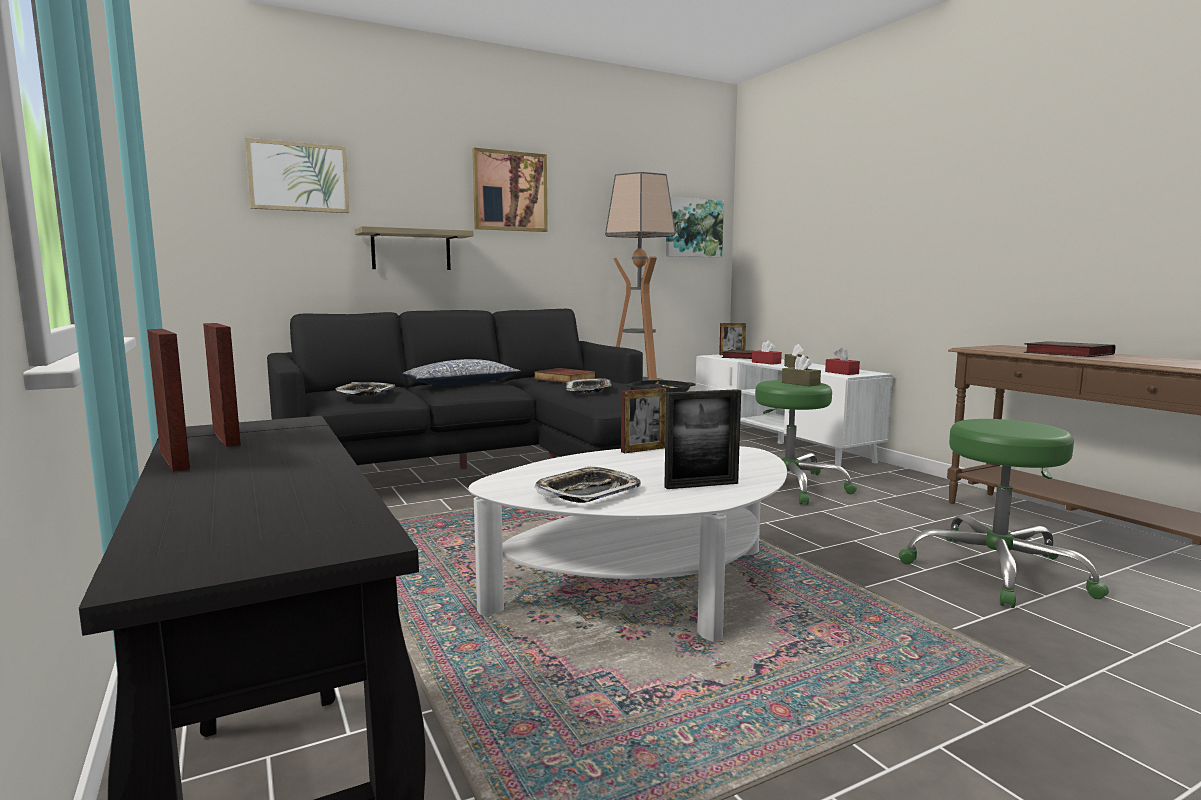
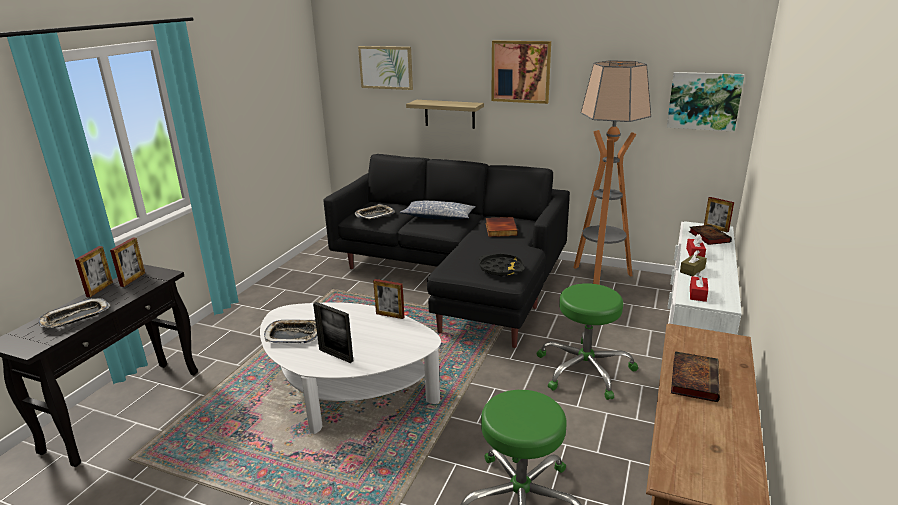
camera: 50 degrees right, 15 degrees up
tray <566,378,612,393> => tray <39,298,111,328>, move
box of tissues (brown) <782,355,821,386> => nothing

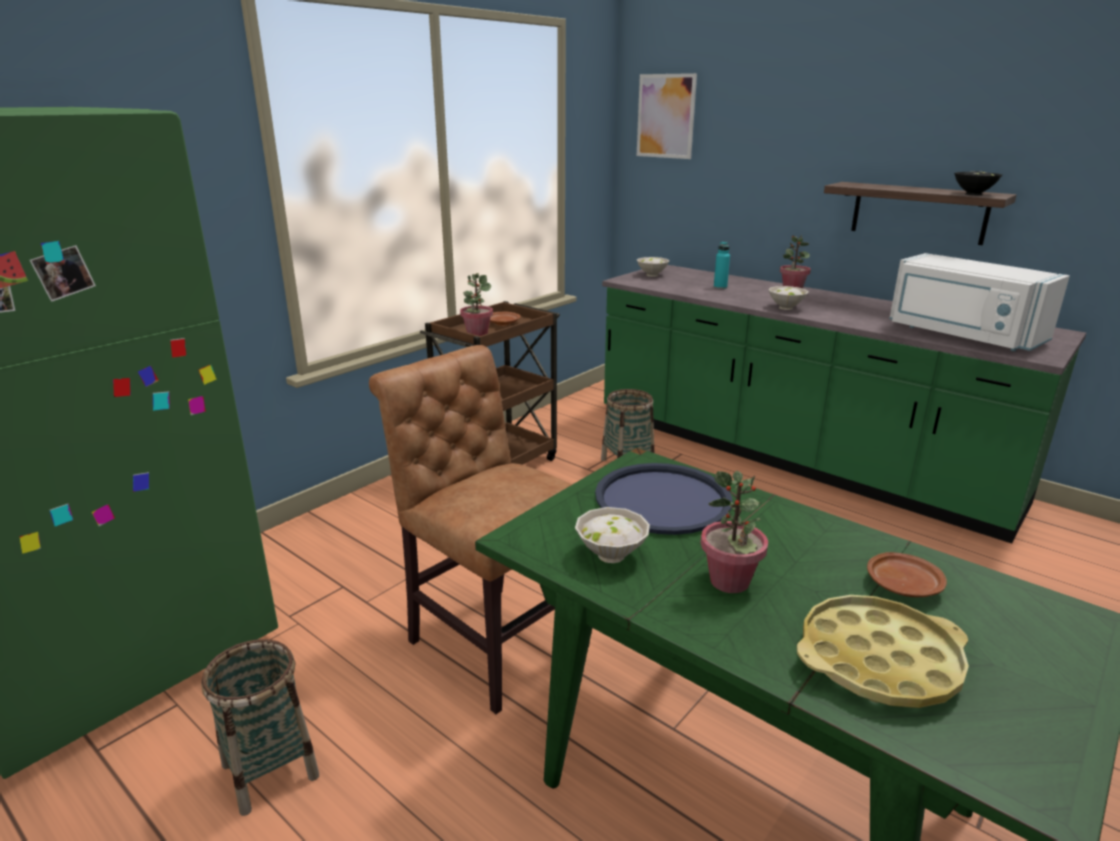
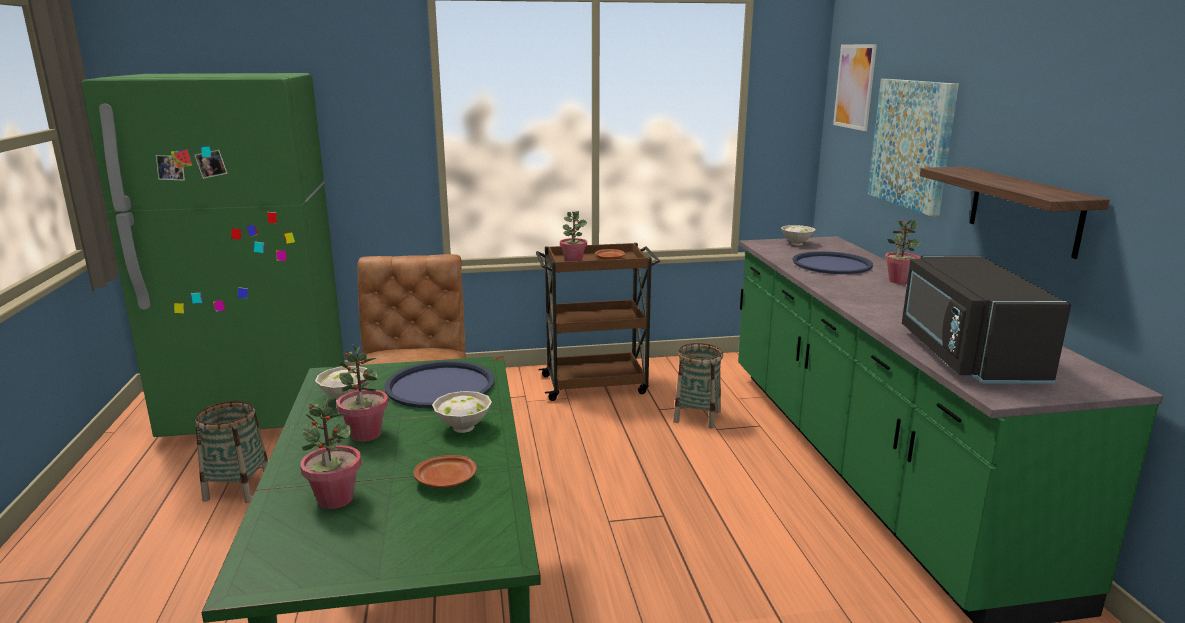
camera: 40 degrees right, 5 degrees down
tray (yellowish) <797,595,969,708> => houseplant <300,394,361,509>
serving bowl (whitish) <768,286,808,310> => serving bowl (whitish) <432,391,492,433>, move
beverage bottle (blue-green) <714,242,730,289> => tray (blue-coloured) <792,251,873,274>
nothing => wall picture <868,79,959,217>
microwave oven (whitish) <889,253,1070,351> => microwave oven (black-coloured) <902,256,1071,383>
serving bowl (black-coloured) <954,171,1002,195> => nothing

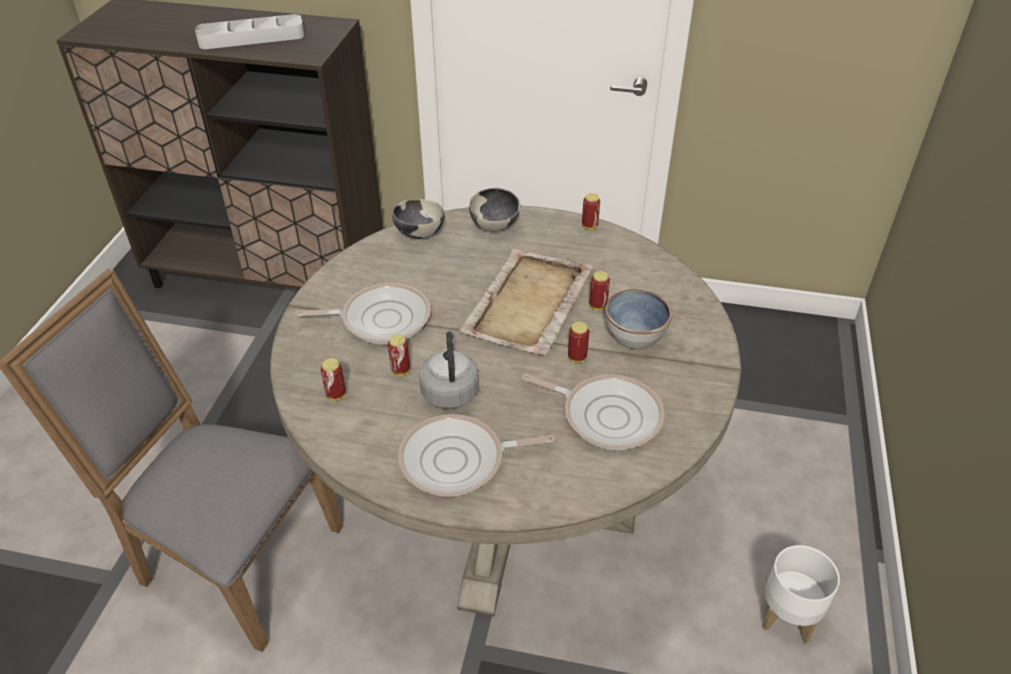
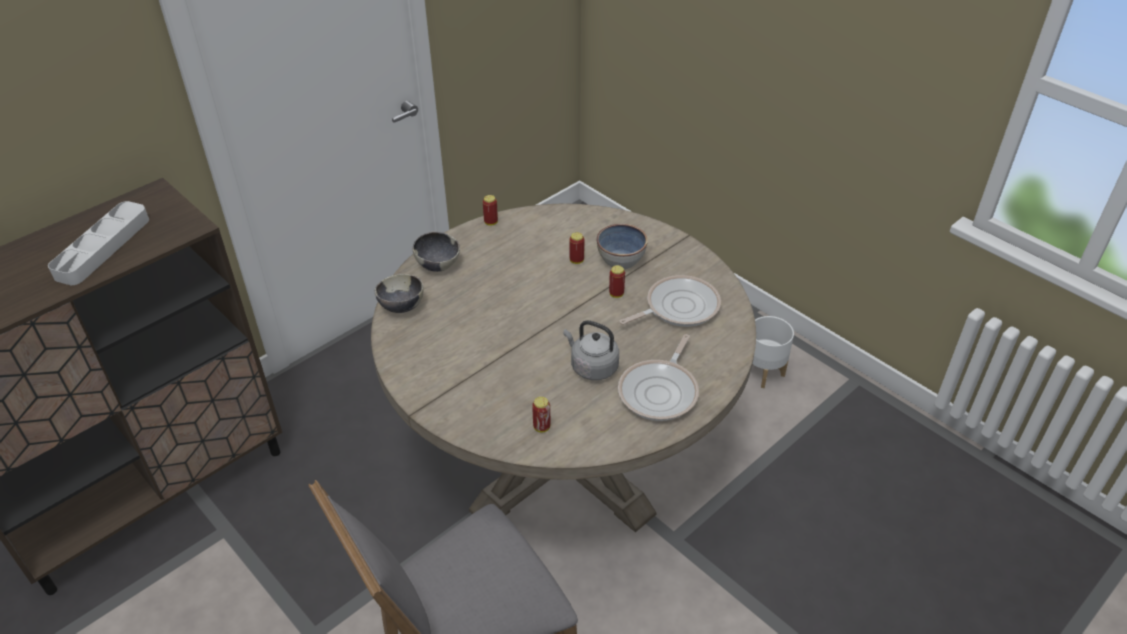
camera: 55 degrees left, 0 degrees up
skillet <295,283,431,344> => nothing
can <388,334,410,376> => nothing
tray (beige) <459,249,593,355> => nothing

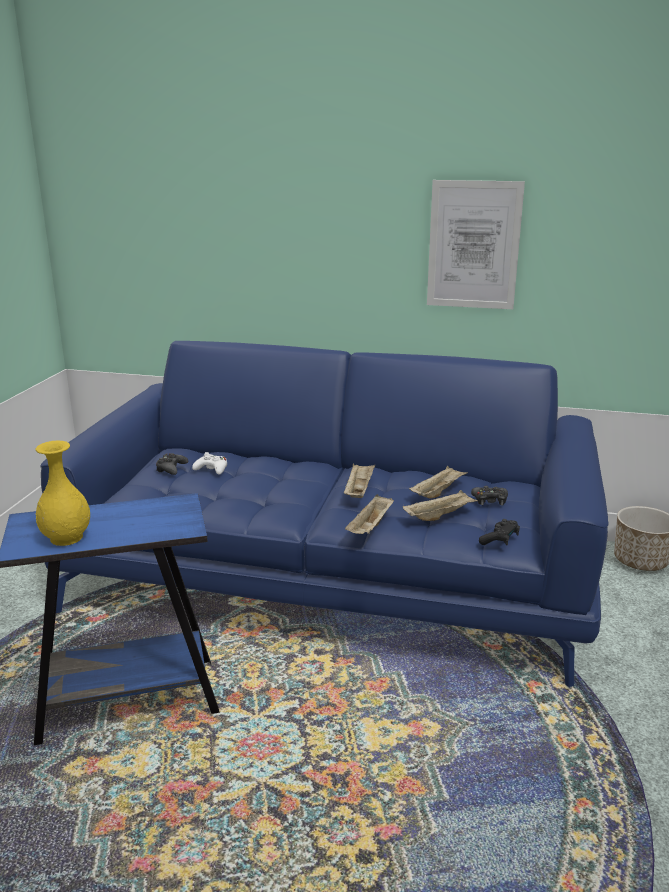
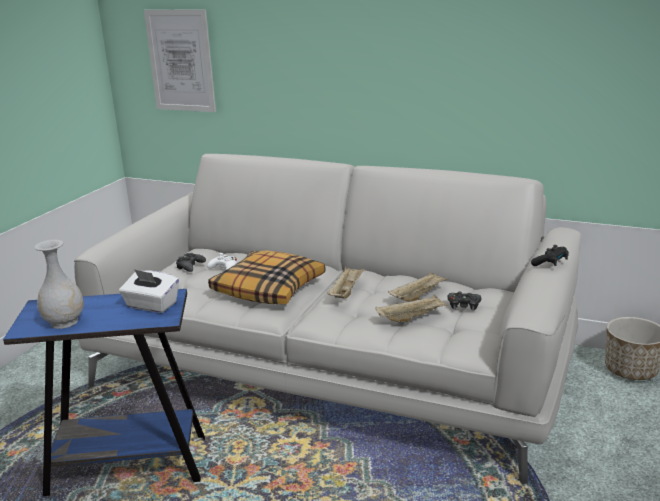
camera: 10 degrees right, 0 degrees up
vase (yellowish) <36,441,90,546> => vase (whitish) <34,240,84,329>
settee (blue-coloured) <41,341,608,687> => settee (whitish) <74,154,581,484>
nothing => box of tissues (whitish) <119,269,179,313>
wall picture <427,180,525,309> => wall picture <144,9,216,112>, move
nothing => throw pillow <208,251,326,304>
game controller (black-coloured) <479,519,520,545> => game controller (black-coloured) <531,245,569,266>, move
tray (beige) <345,494,394,534> => nothing

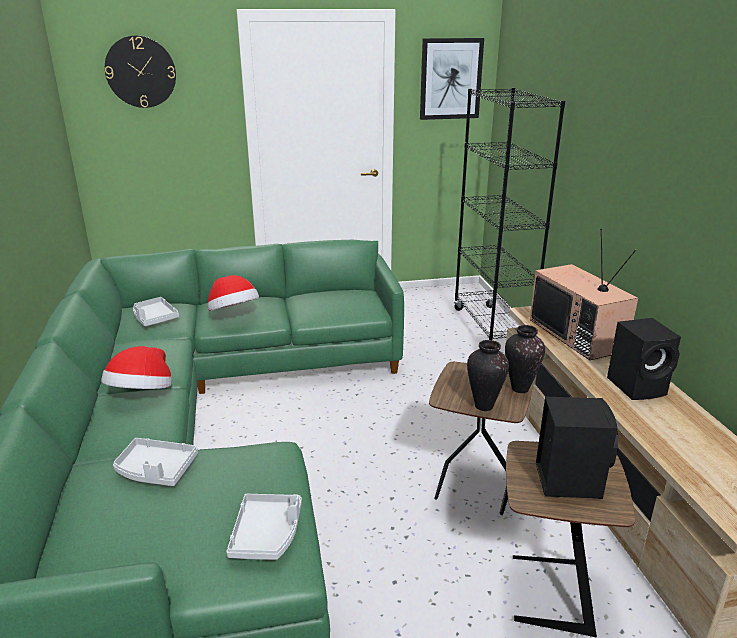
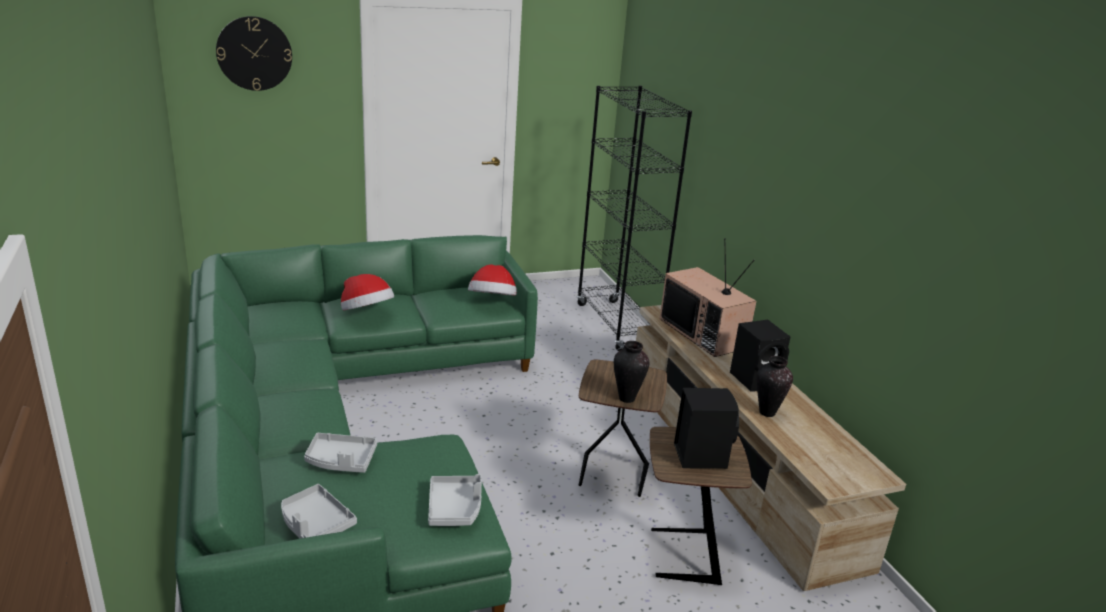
camera: 10 degrees left, 0 degrees up
tray (grey) <133,297,179,326> => tray (grey) <281,484,357,539>, move
clothing hat <101,346,172,389> => clothing hat <468,264,517,295>, move
vase <505,325,545,393> => vase <757,356,793,417>, move
wall picture <420,38,484,120> => nothing

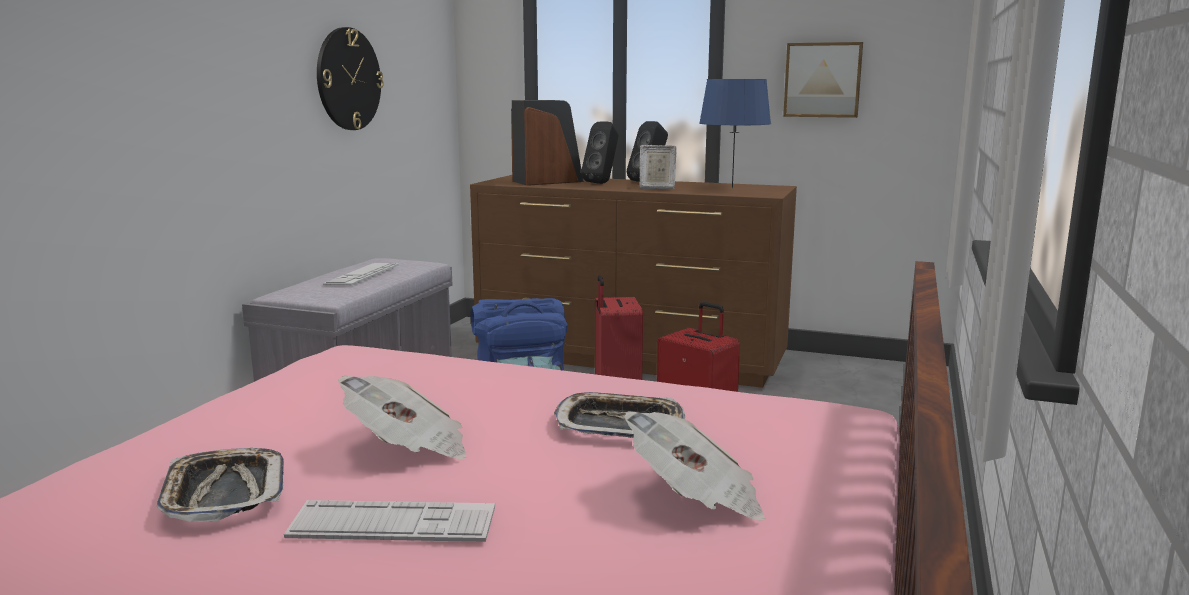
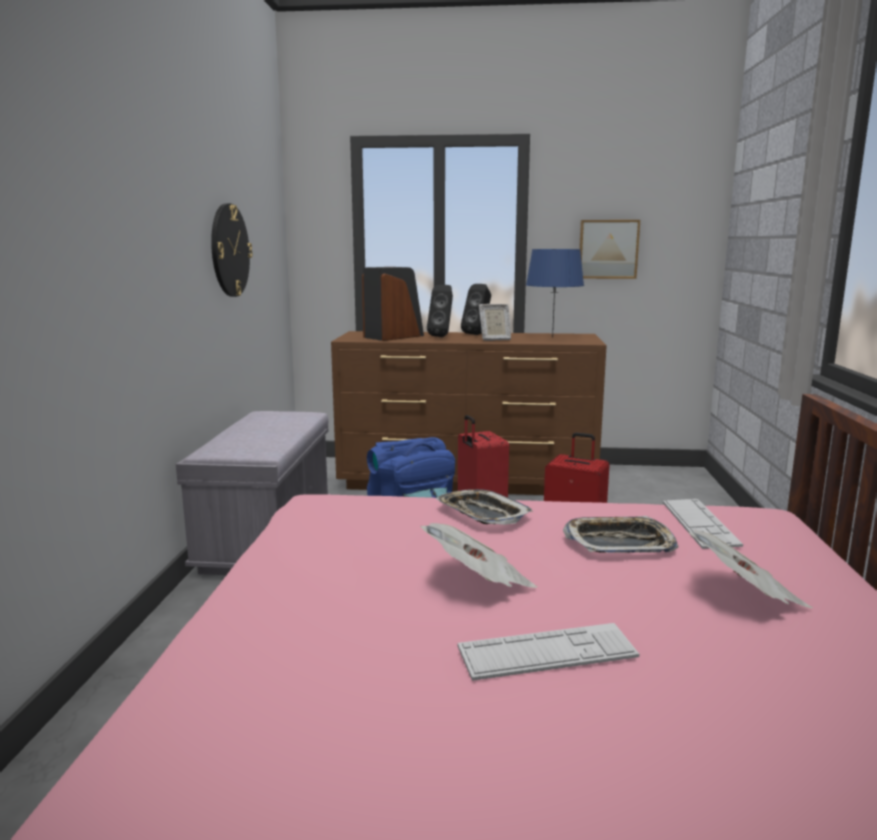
camera: 15 degrees left, 0 degrees up
tray <156,448,284,522> => tray <436,489,533,525>, move
keyboard <323,263,399,286> => keyboard <663,499,743,549>, move

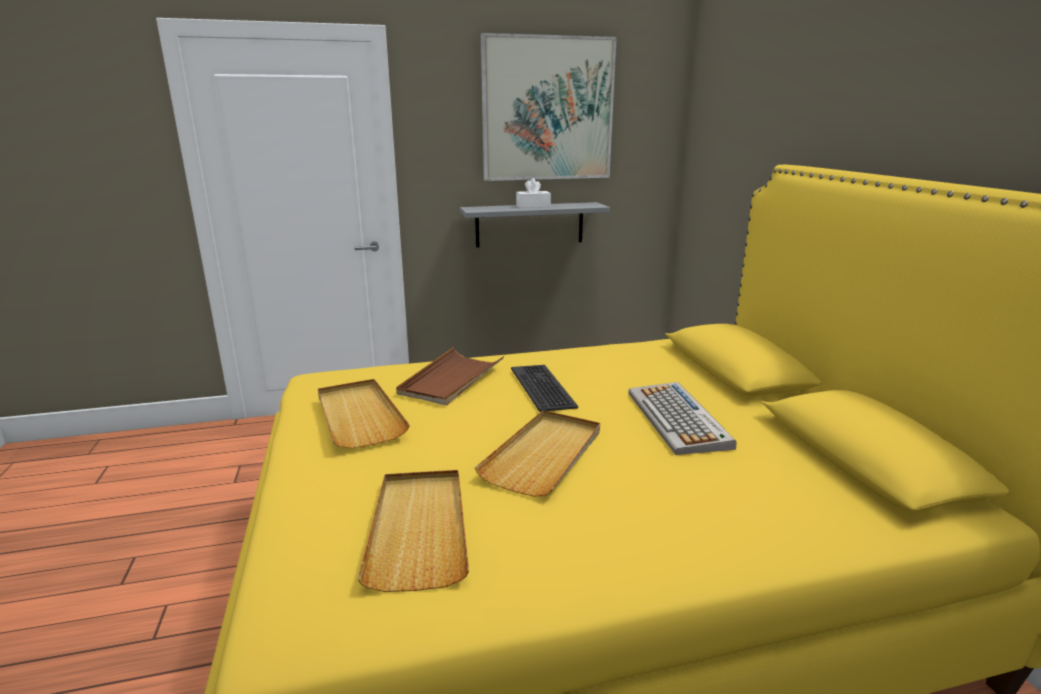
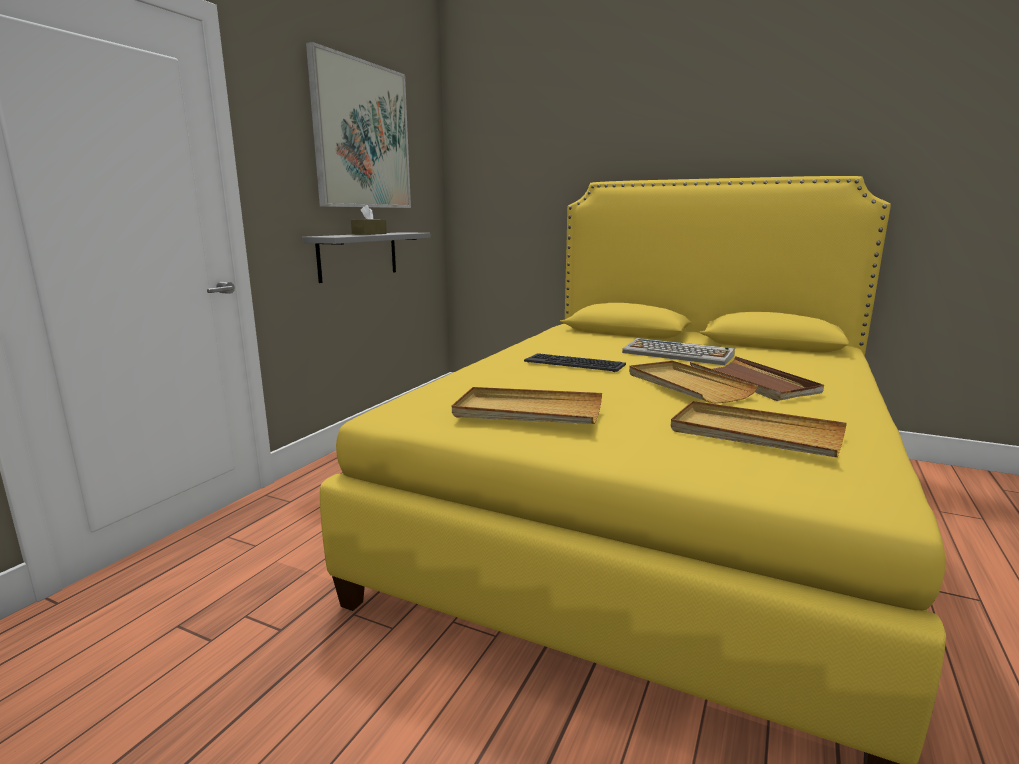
camera: 50 degrees left, 5 degrees down
box of tissues (whitish) <516,178,551,208> => box of tissues (brown) <351,205,387,235>
tray (brown) <396,347,504,406> => tray (brown) <690,356,824,401>, move

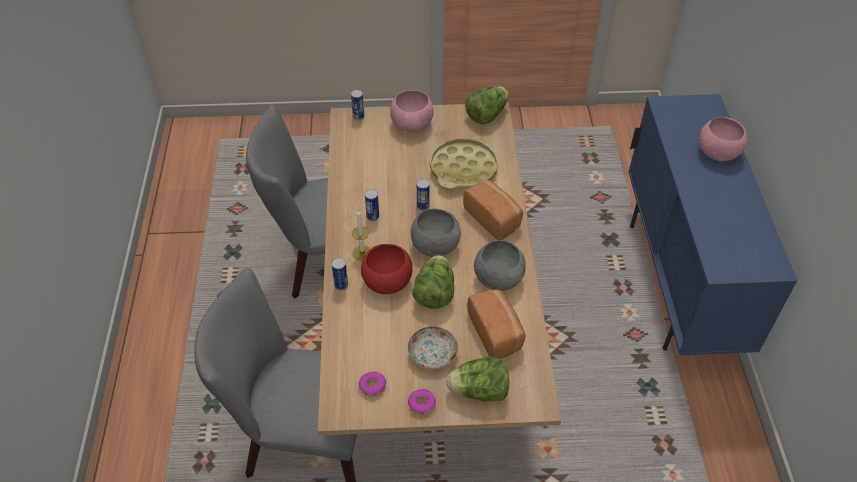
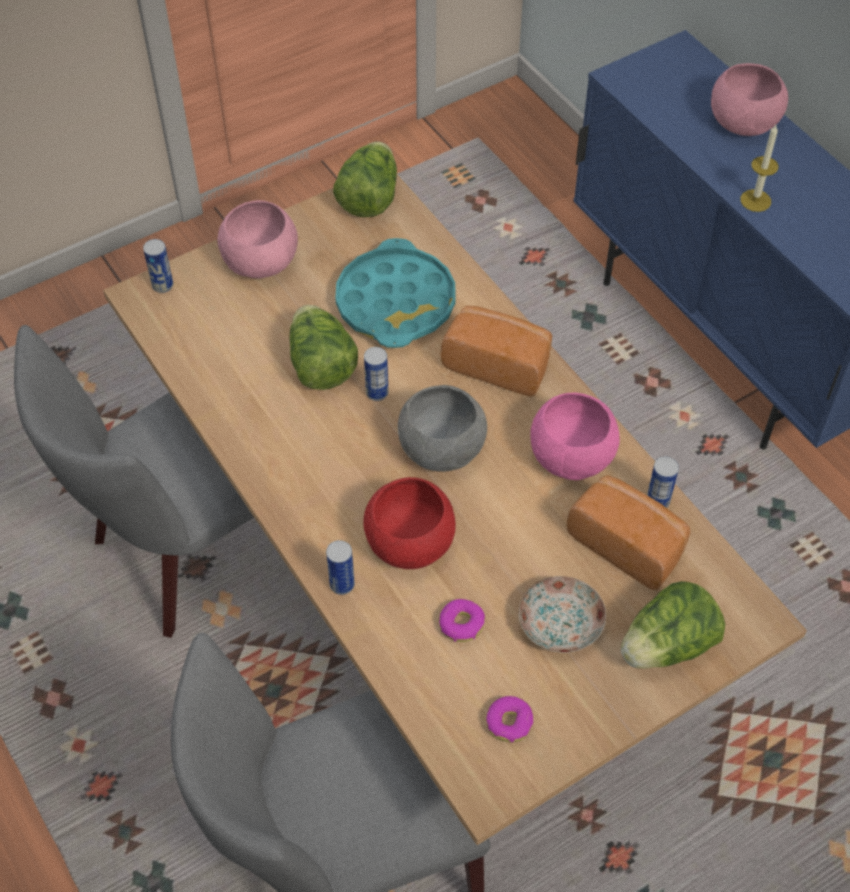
camera: 30 degrees left, 5 degrees up
head of lettuce <412,255,454,309> => head of lettuce <290,305,358,390>, move
tray (yellowish) <430,136,498,189> => tray (blue-green) <335,238,455,348>
ring doughnut <408,389,436,415> => ring doughnut <439,599,485,642>, move
serving bowl (grey) <474,240,526,291> => serving bowl (pink-coloured) <530,393,620,480>
can <365,189,379,221> => can <647,457,679,508>, move
candle <352,209,371,261> => candle <740,125,779,212>, move

